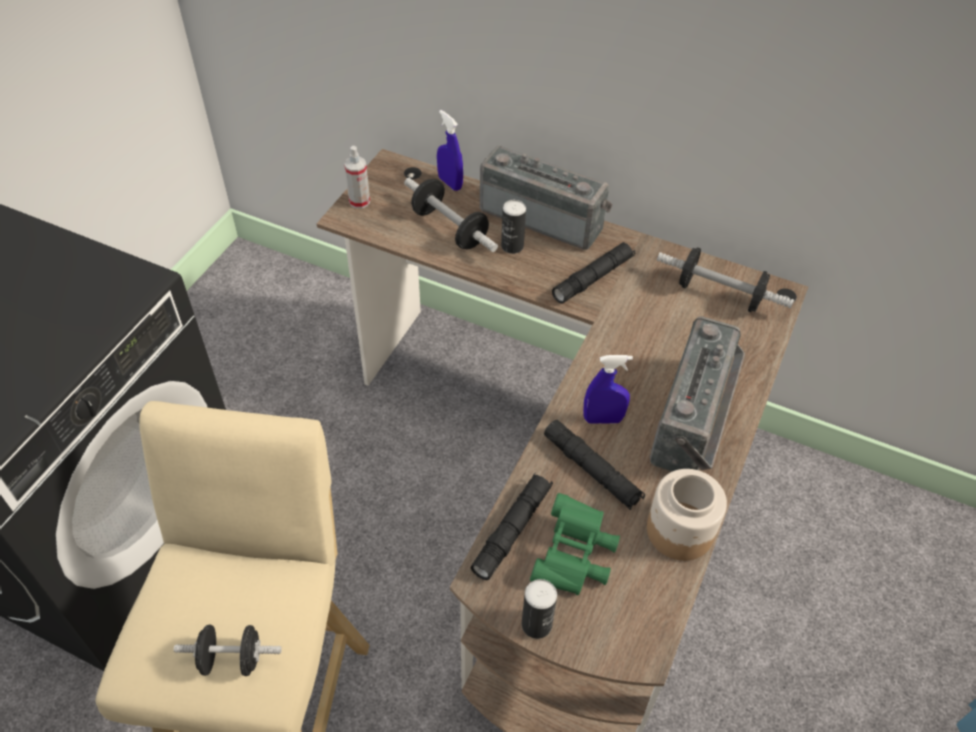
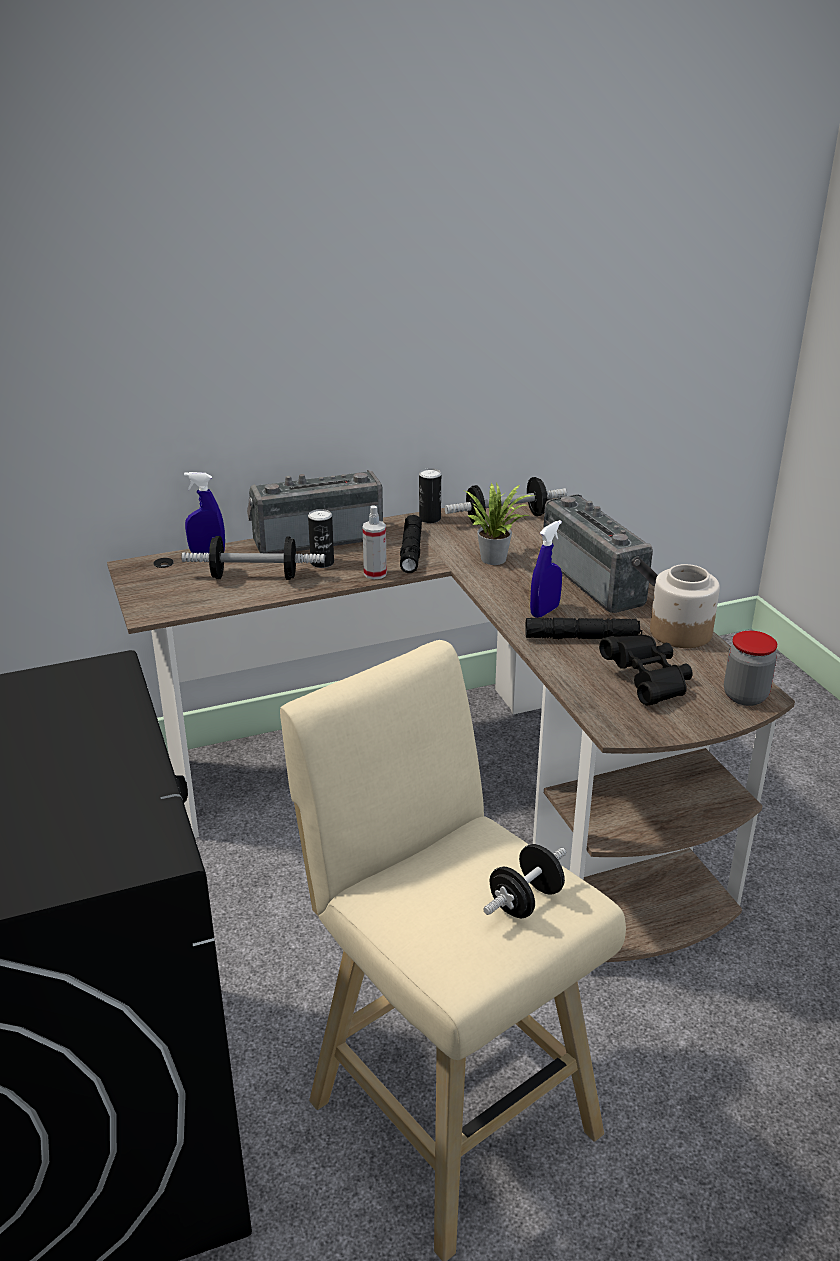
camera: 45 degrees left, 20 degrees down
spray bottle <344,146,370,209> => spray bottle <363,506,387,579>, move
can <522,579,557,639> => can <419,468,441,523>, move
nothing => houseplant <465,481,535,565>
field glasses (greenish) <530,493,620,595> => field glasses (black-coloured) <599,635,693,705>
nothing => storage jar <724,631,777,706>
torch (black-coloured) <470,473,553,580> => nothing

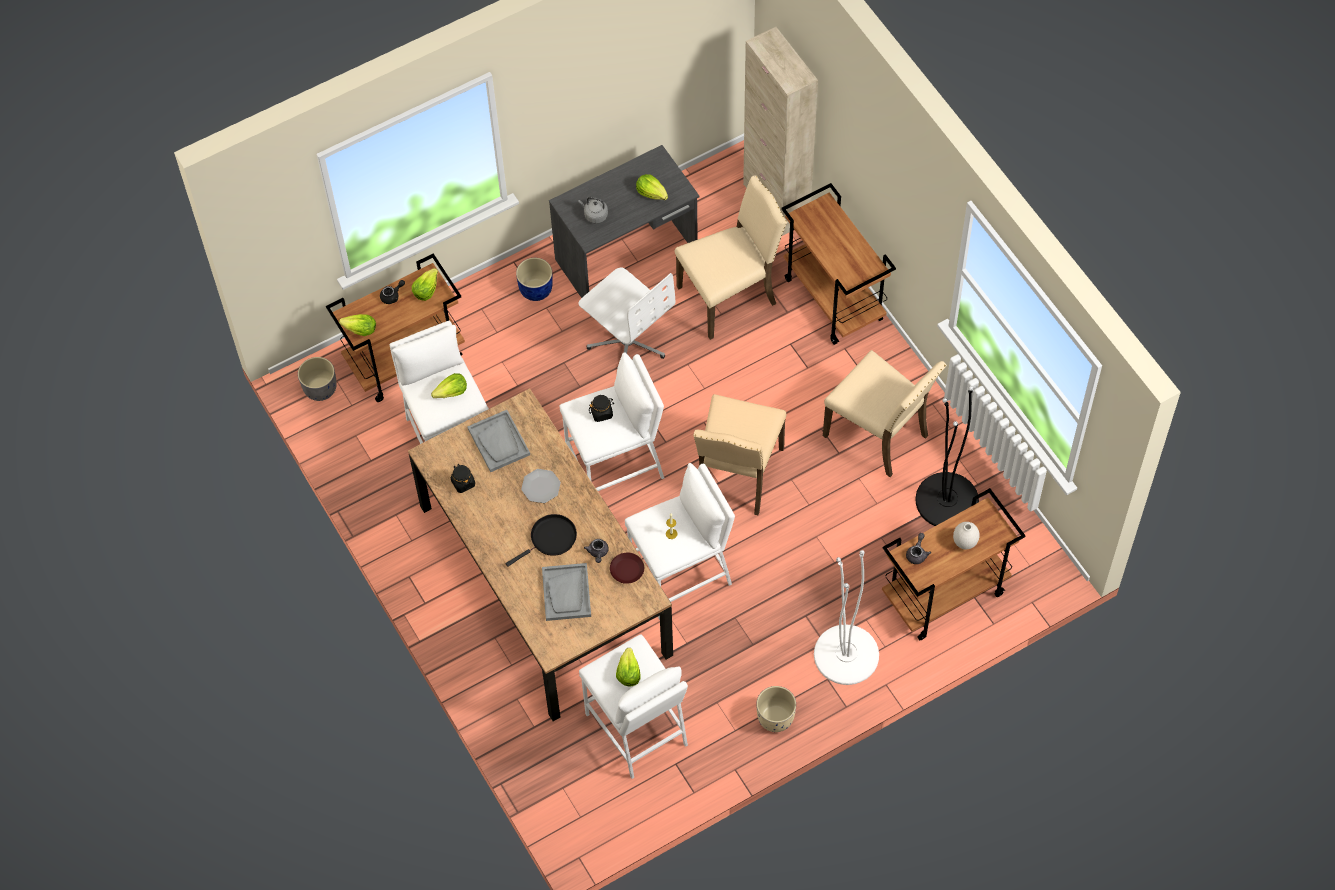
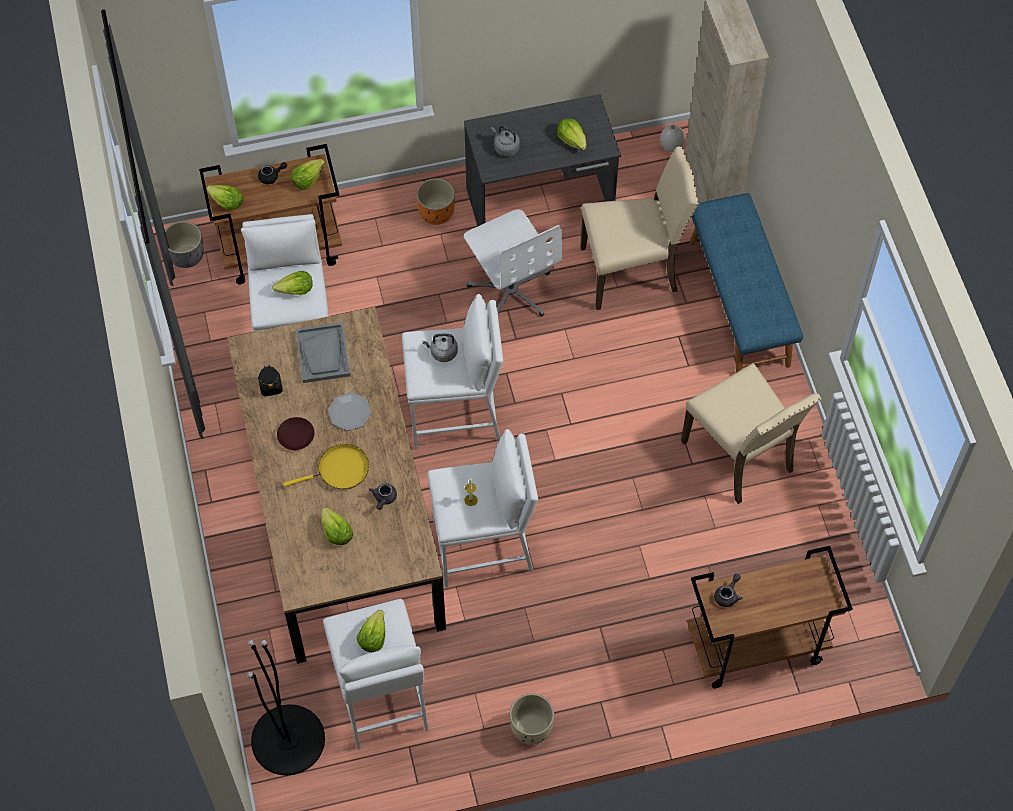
camera: 15 degrees right, 0 degrees up
floor lamp (black-coloured) <915,386,979,526> => floor lamp (black-coloured) <247,640,325,776>, move
flat dish (brown) <610,553,644,584> => flat dish (brown) <277,417,315,450>, move
skillet (black-coloured) <506,514,577,567> => skillet (yellowish) <283,444,369,490>
tray (grey) <542,563,591,621> => head of lettuce <321,507,353,545>
planter (blue-coloured) <516,258,553,301> => planter (orange-coloured) <416,178,455,225>
storage jar (black-coloured) <589,395,614,422> => tea kettle (grey) <423,334,458,362>
vase (whitish) <953,522,980,549> => vase (whitish) <660,125,685,152>, move
trolley (brown) <781,183,896,345> => indoor bench (blue-coloured) <689,193,803,373>
plain chair (beige) <693,394,786,515> => nothing
floor lamp (whitish) <814,550,879,685> => nothing

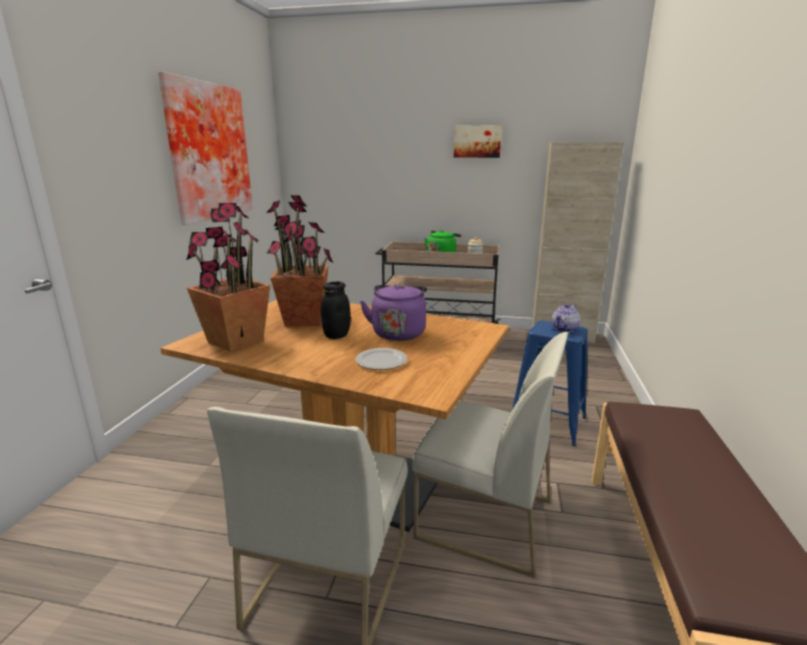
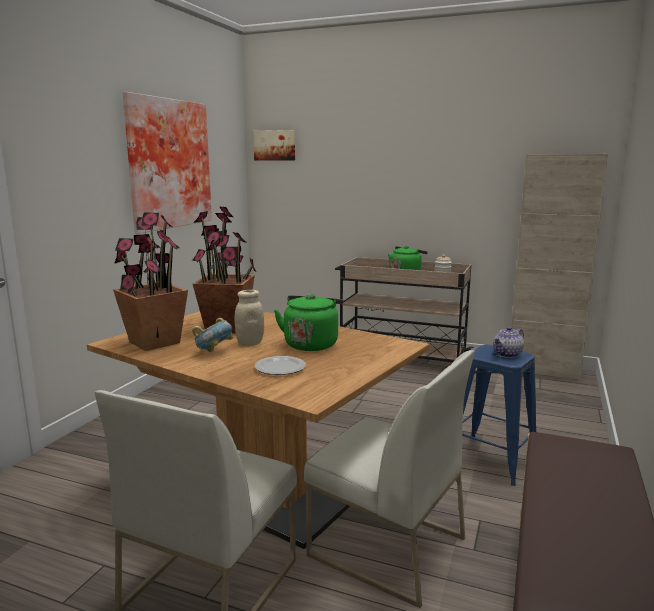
camera: 10 degrees right, 5 degrees down
nothing => serving bowl <192,318,233,352>
storage jar (black-coloured) <321,282,351,339> => storage jar (beige) <235,290,264,346>
wall picture <454,125,502,158> => wall picture <253,130,295,161>, move
tea kettle (purple-coloured) <360,283,427,341> => tea kettle (greenish) <274,294,343,351>

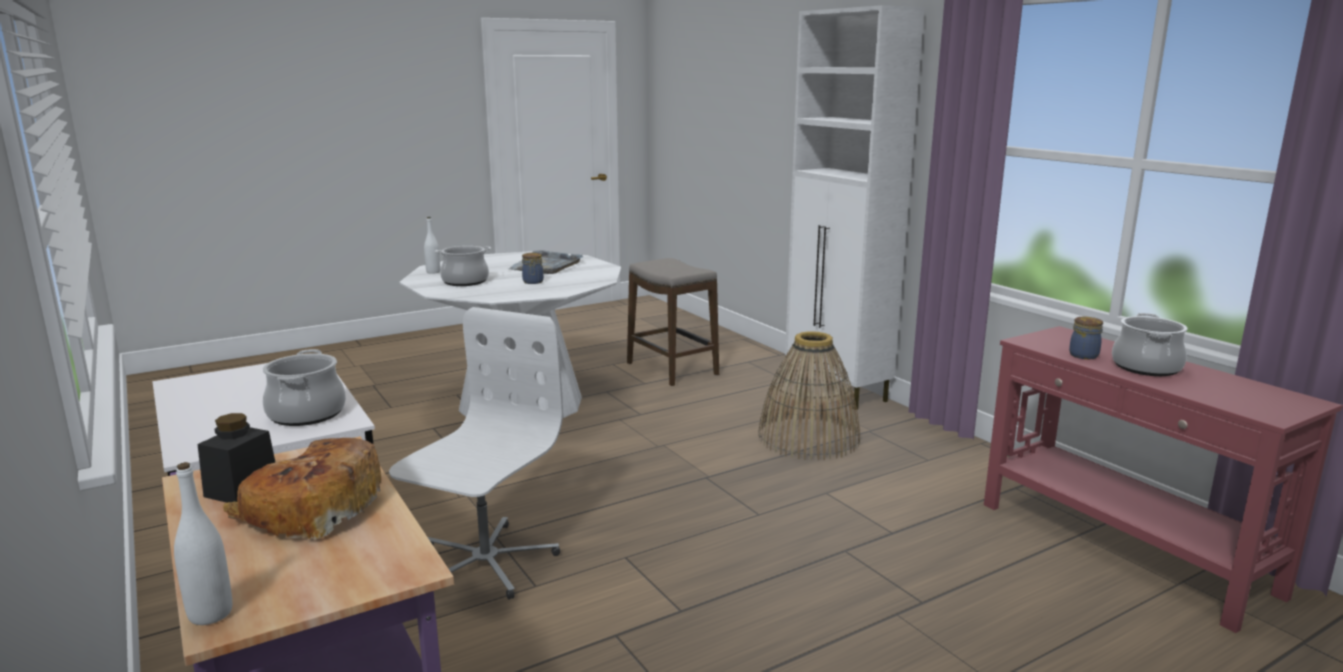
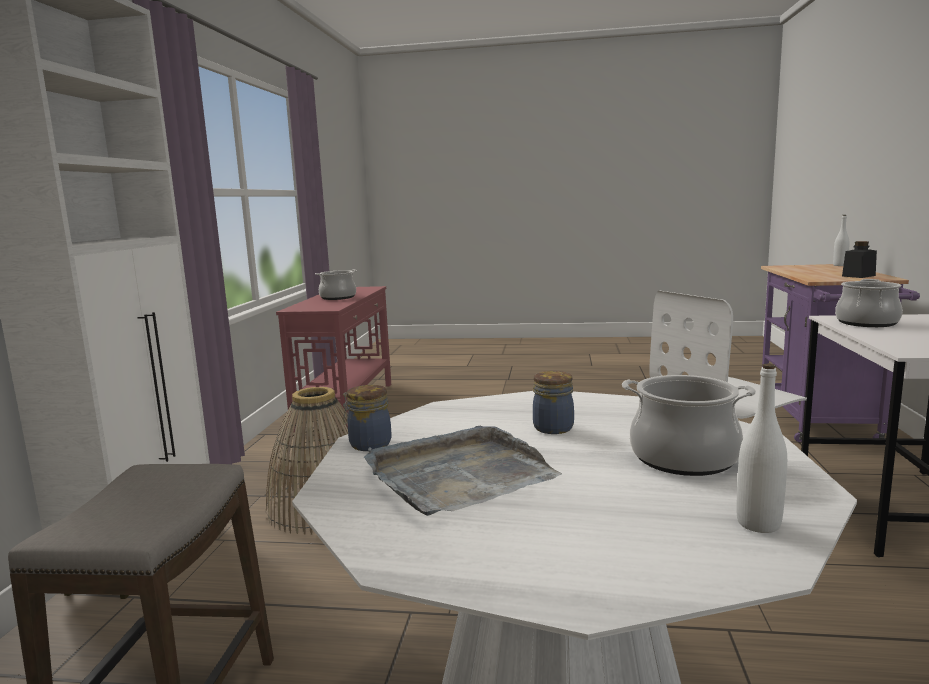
camera: 140 degrees left, 5 degrees down
storage jar <1069,317,1103,359> => storage jar <343,385,391,451>, move
bread <223,438,382,539> => nothing

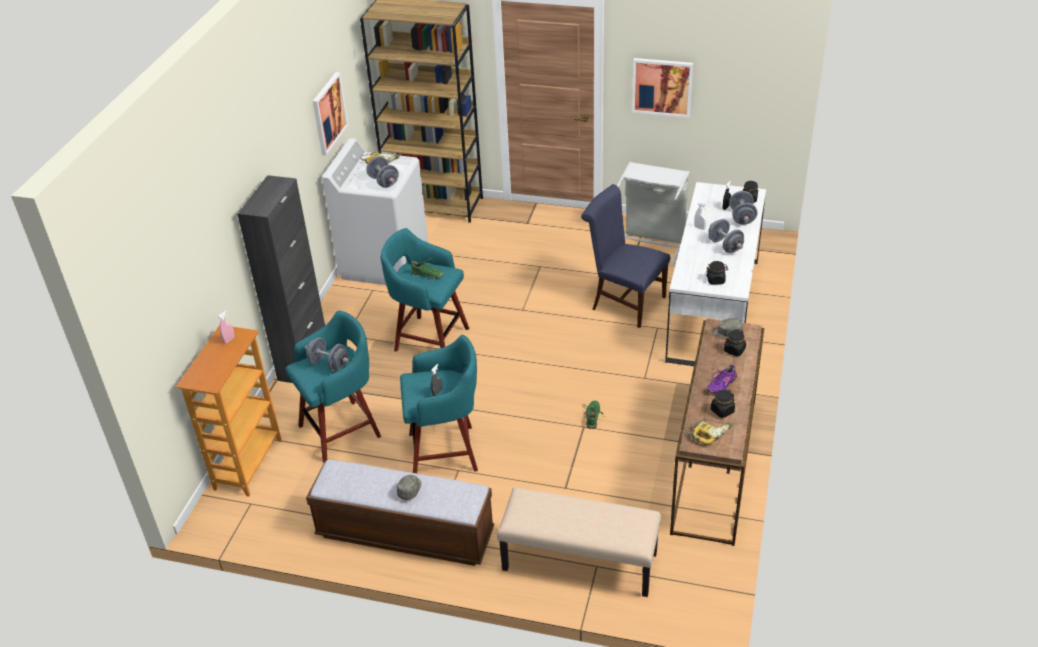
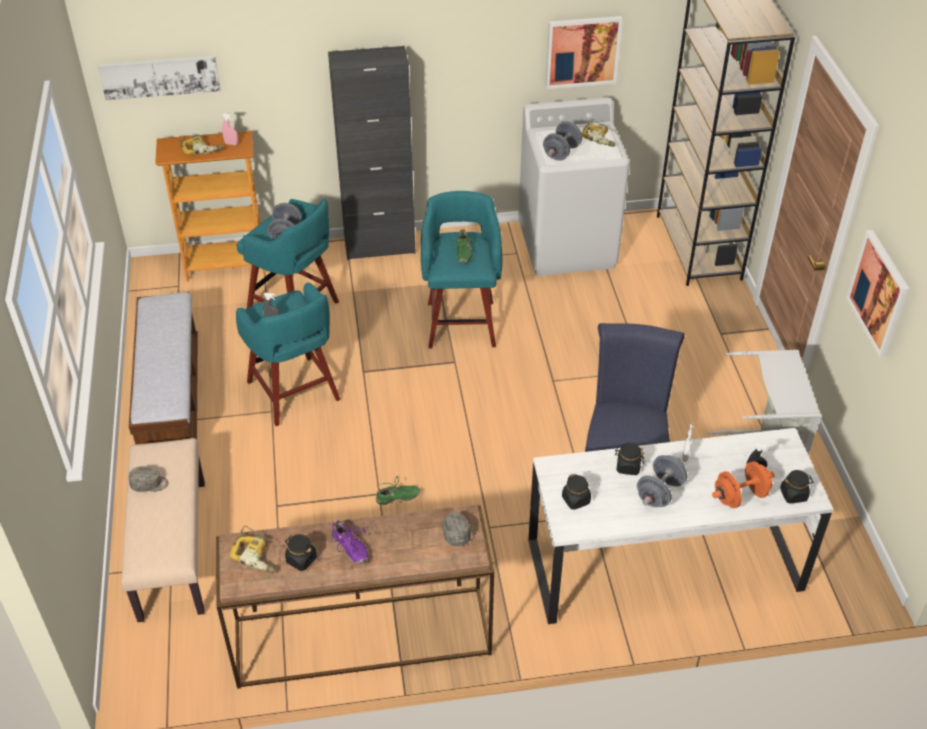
camera: 65 degrees right, 5 degrees up
nothing => wall picture <98,55,220,100>
cap (grey) <397,475,421,500> => cap (grey) <129,466,169,492>, move
nothing => drill <179,135,224,155>
shoe (purple-coloured) <707,364,739,394> => shoe (purple-coloured) <329,518,369,564>, 150 degrees counterclockwise
storage jar (black-coloured) <724,329,746,356> => storage jar (black-coloured) <615,442,644,475>, move
hand weight (grey) <729,191,757,224> => hand weight (orange-coloured) <712,461,774,508>

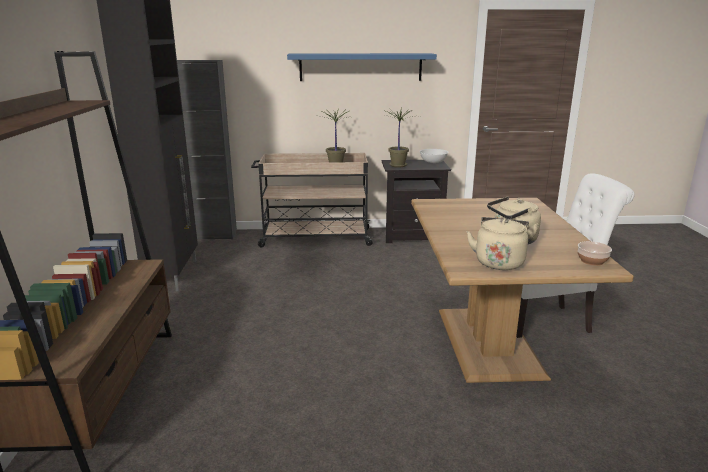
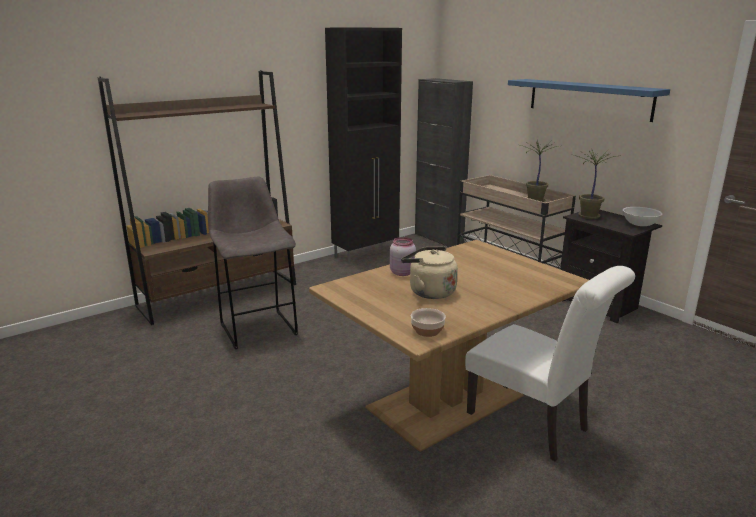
camera: 55 degrees right, 0 degrees up
nothing => stool seat (grey) <208,176,298,349>
nothing => storage jar (pink-coloured) <390,237,416,276>
tea kettle (beige) <467,217,529,270> => nothing

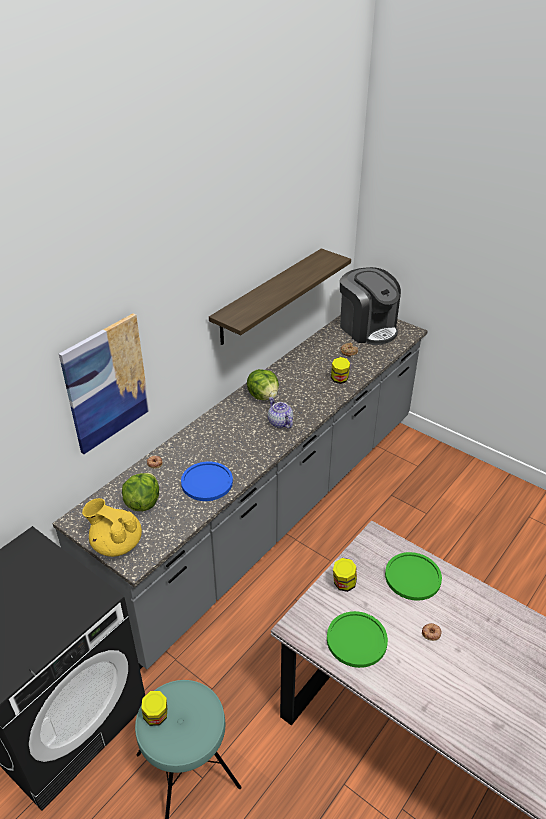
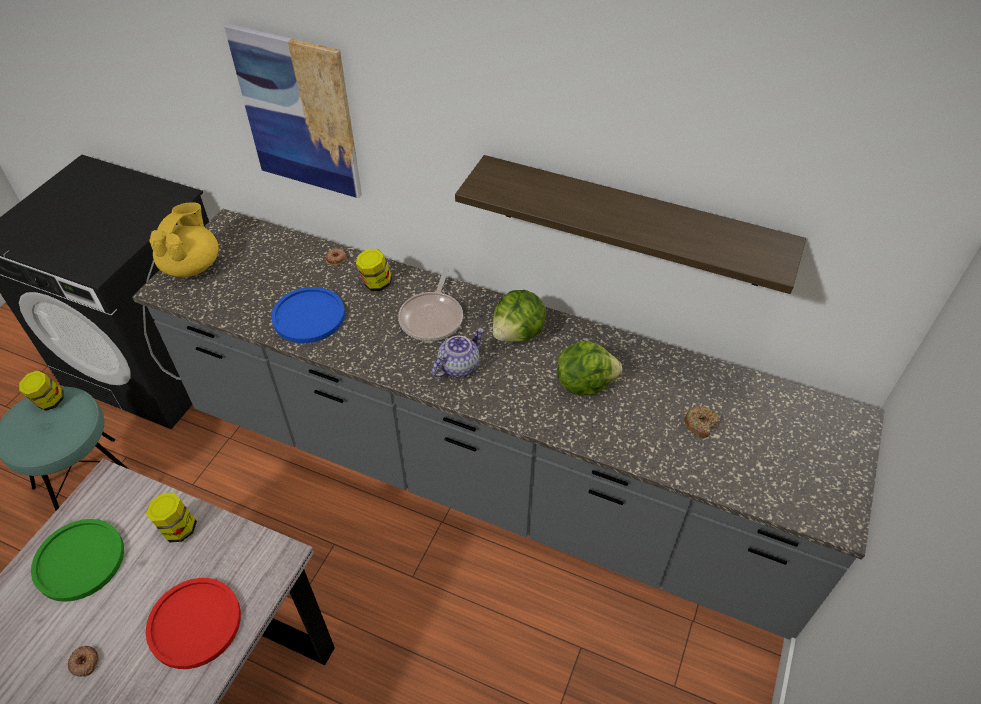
camera: 75 degrees right, 10 degrees up
flat dish (greenish) <385,552,442,601> => flat dish (reddish) <146,578,241,669>
storage jar <331,357,350,384> => storage jar <356,249,392,291>, move
nothing => skillet <398,268,463,342>
head of lettuce <122,473,159,511> => head of lettuce <557,341,622,396>, move
coffee maker <340,267,401,345> => nothing

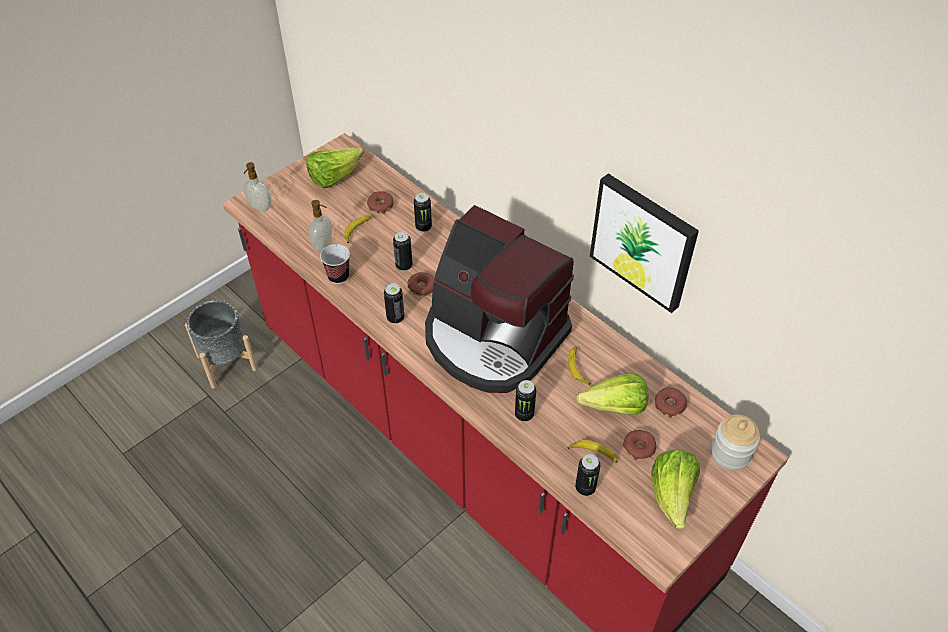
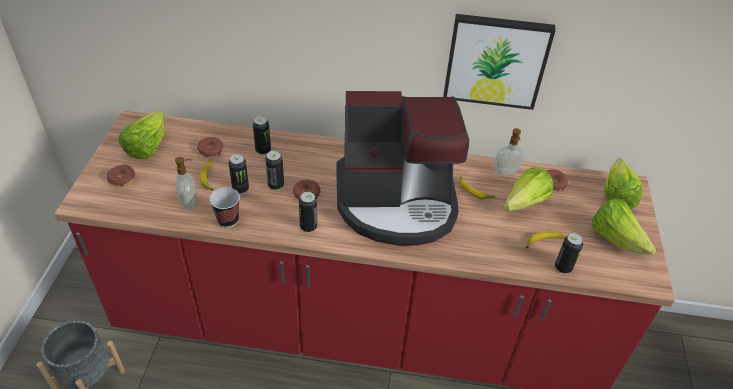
camera: 40 degrees left, 5 degrees down
ring doughnut <623,430,656,460> => ring doughnut <107,164,135,187>, move
can <515,380,536,422> => can <229,154,249,194>, move
soap dispenser <243,162,271,211> => soap dispenser <494,128,524,175>, move
storage jar <711,415,760,471> => head of lettuce <604,158,643,209>

